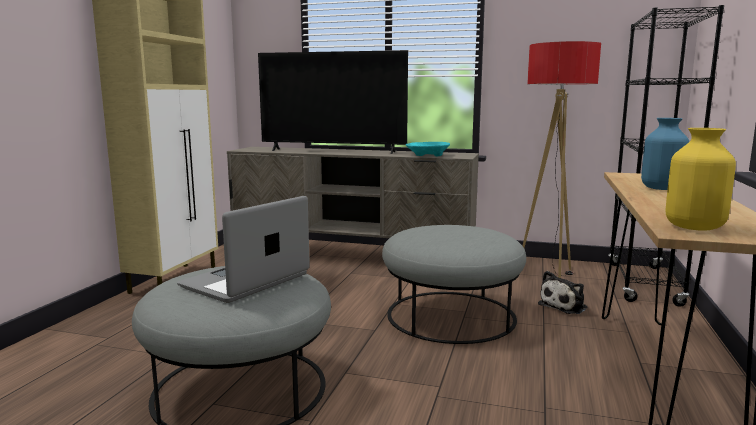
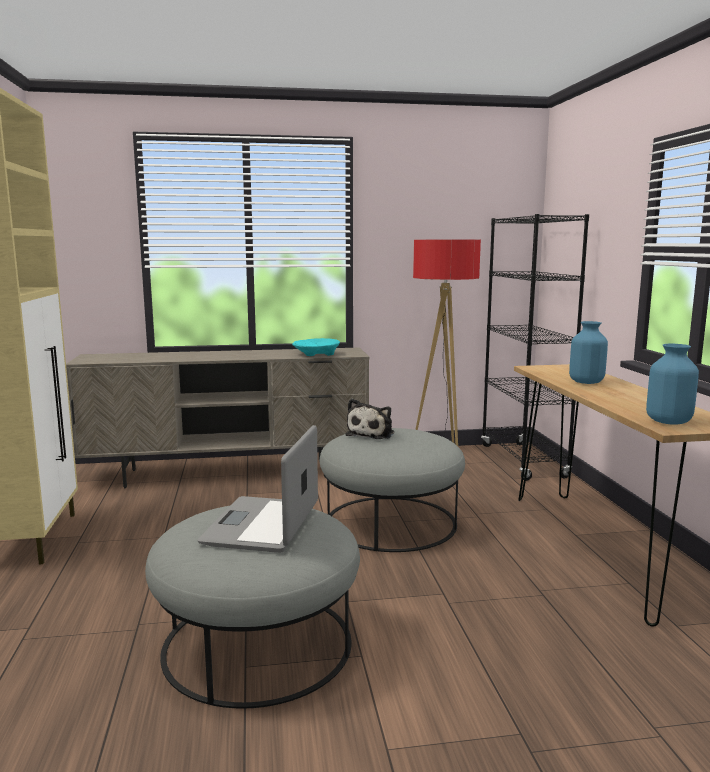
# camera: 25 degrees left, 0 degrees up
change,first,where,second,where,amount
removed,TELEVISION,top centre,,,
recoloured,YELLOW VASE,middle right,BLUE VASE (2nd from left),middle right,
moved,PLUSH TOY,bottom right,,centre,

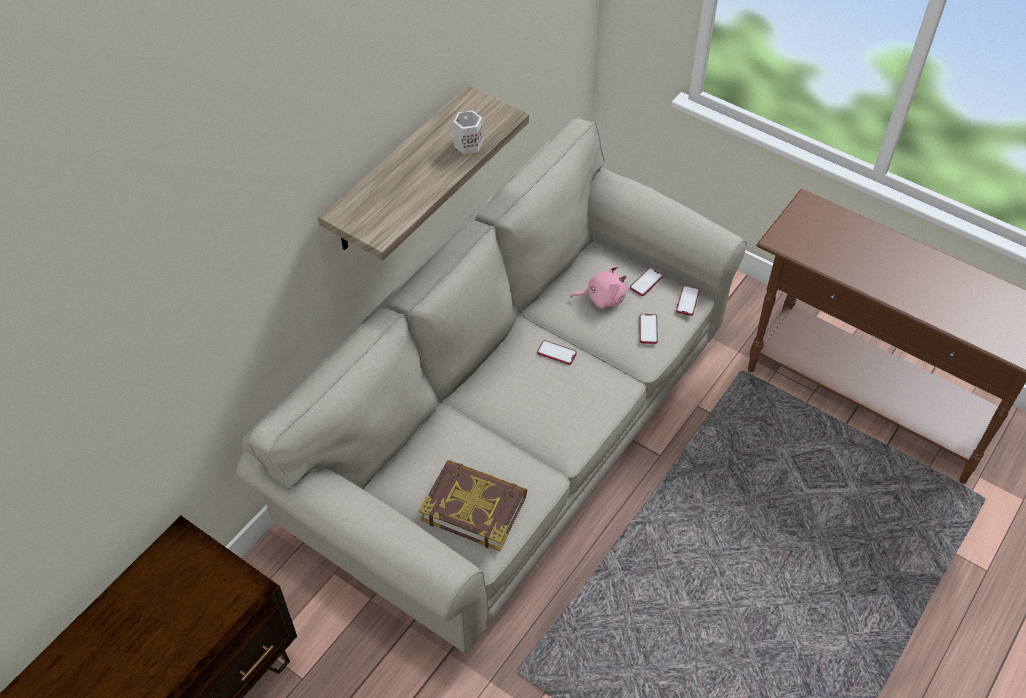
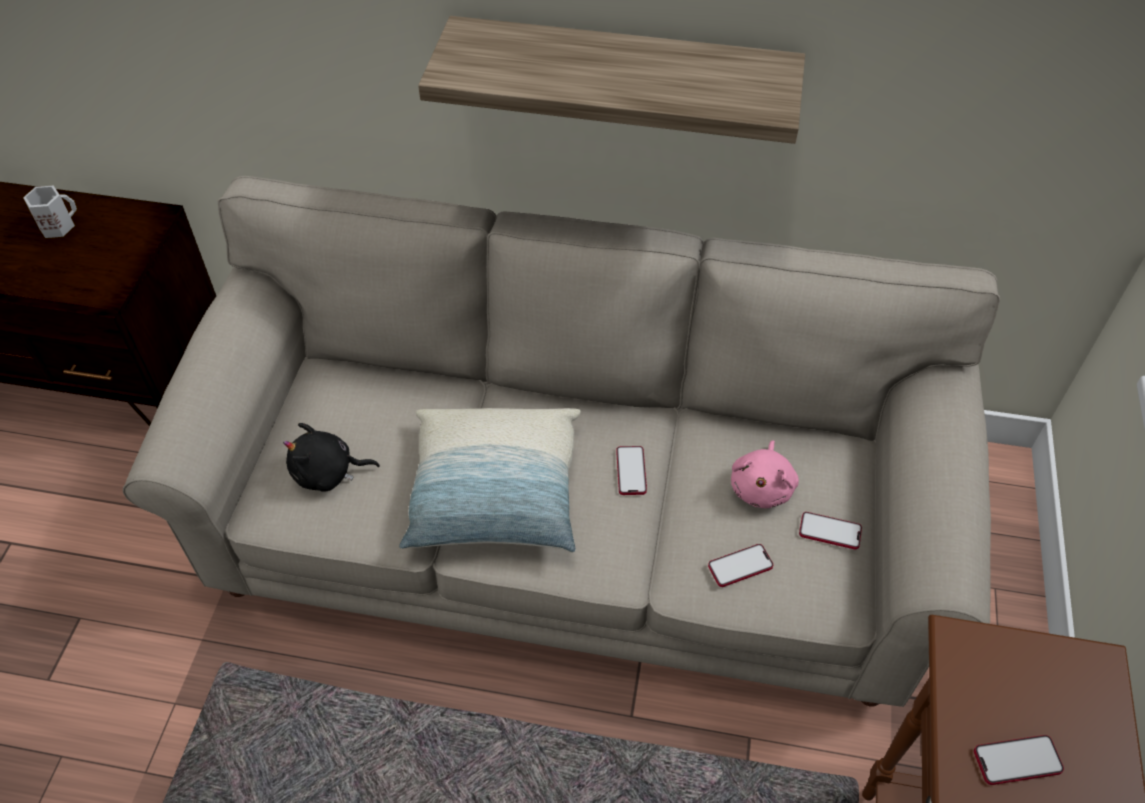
# camera: 65 degrees right, 0 degrees up
change,first,where,second,where,amount
moved,WHITE MUG,top centre,,top left,
turned,PINK PLUSH TOY,centre,,middle right,45 degrees clockwise
moved,PHONE (4th from left),middle right,,bottom right,
replaced,BOOK,bottom centre,BLACK PLUSH TOY,middle left,
added,,,PILLOW,centre,

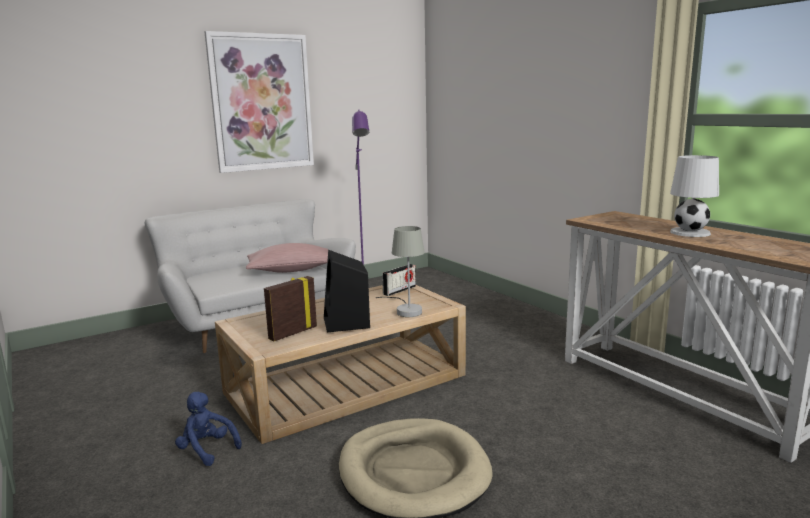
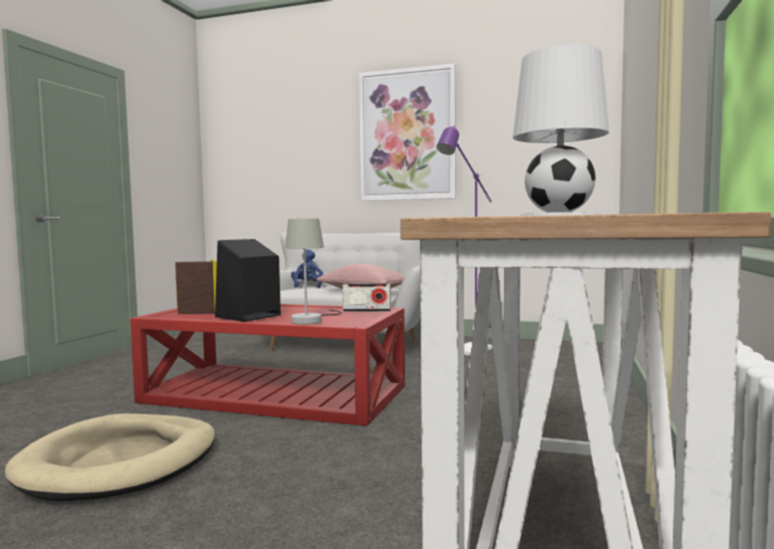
# camera: 50 degrees right, 10 degrees down
change,first,where,second,where,amount
recoloured,BEIGE COFFEE TABLE,bottom centre,RED COFFEE TABLE,centre,
moved,BLUE PLUSH TOY,bottom left,,centre,

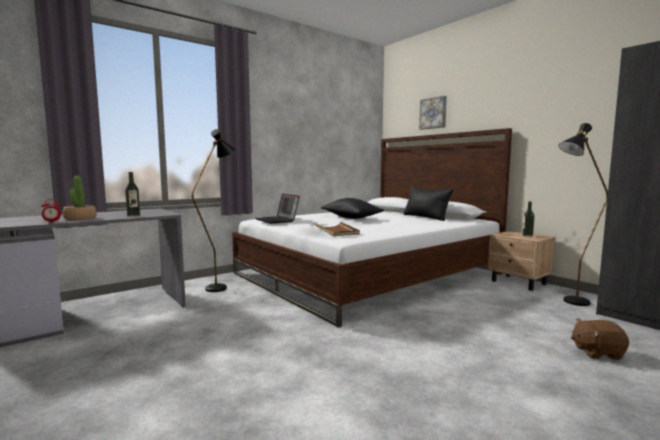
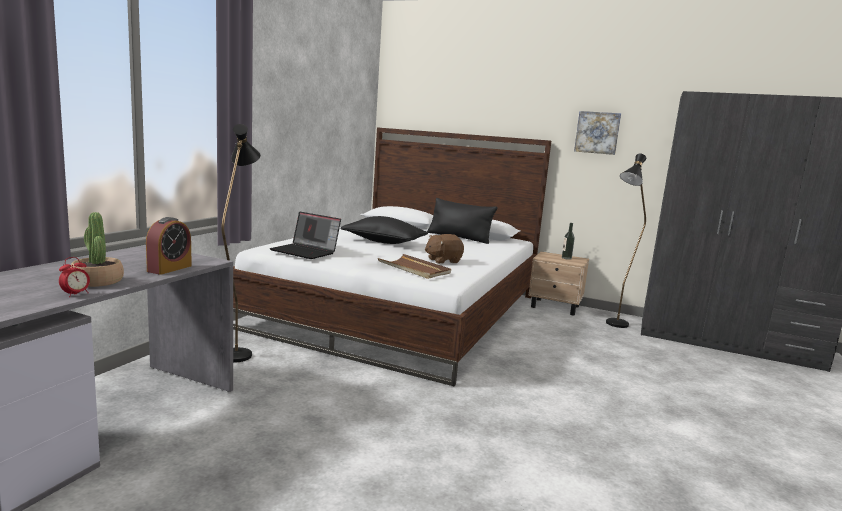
# camera: 30 degrees left, 5 degrees up
change,first,where,second,where,amount
moved,PICTURE,top centre,,top right,
replaced,BOTTLE (1st from left),middle left,ALARM CLOCK (2nd from left),middle left,
moved,BROWN PLUSH TOY,bottom right,,centre,

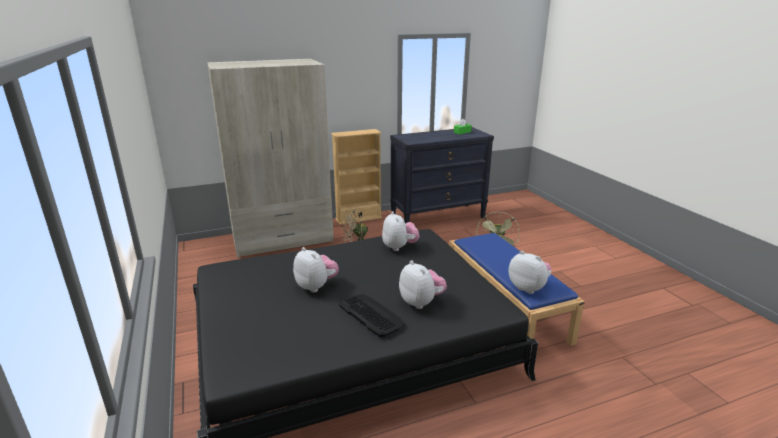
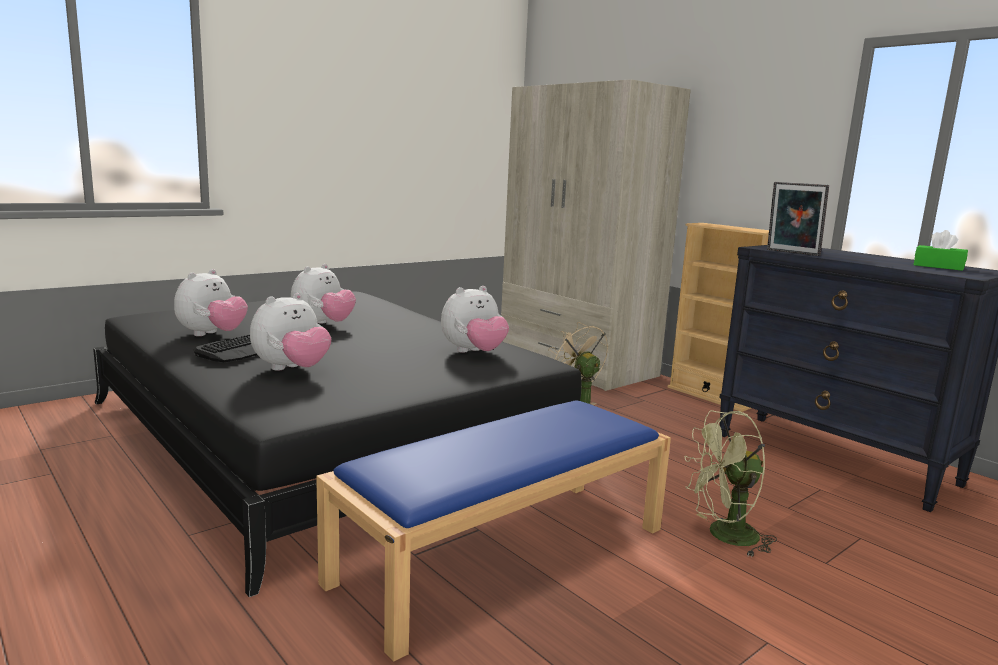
# camera: 70 degrees right, 10 degrees down
change,first,where,second,where,amount
moved,PLUSH TOY (4th from left in the first image),middle right,PLUSH TOY (1st from left),middle left,
added,,,PICTURE FRAME,top right,

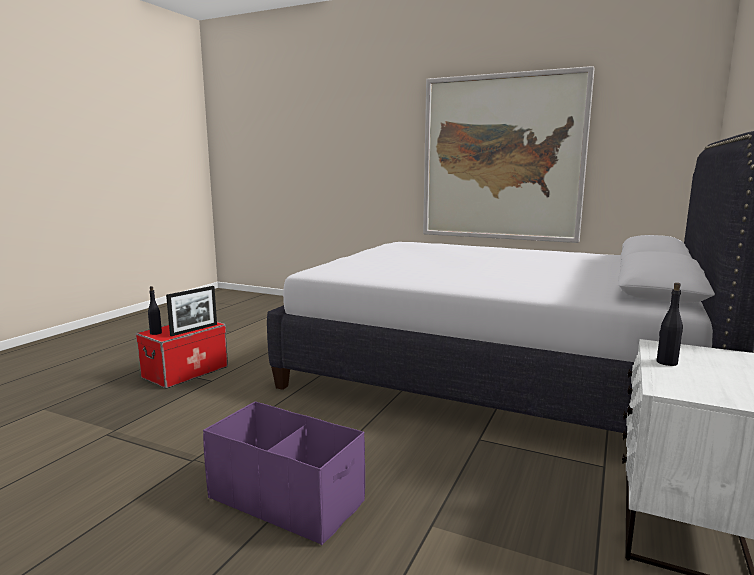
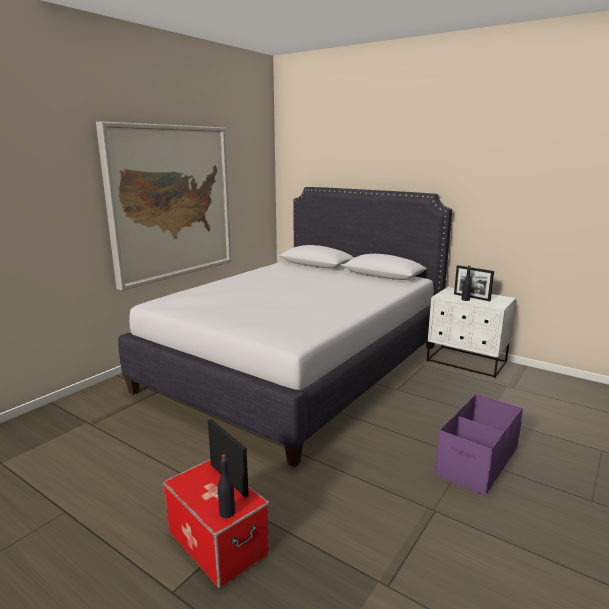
# camera: 80 degrees left, 5 degrees up
change,first,where,second,where,amount
added,,,PICTURE FRAME (2nd from left),middle right,

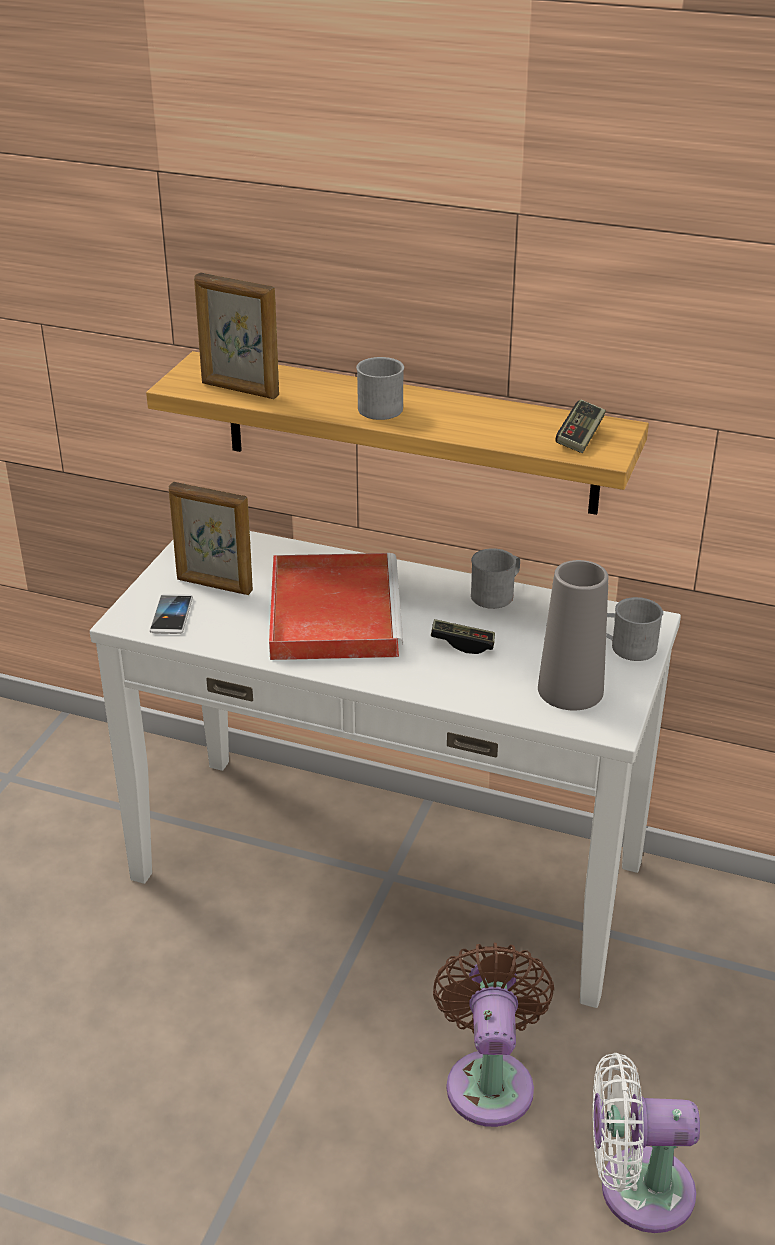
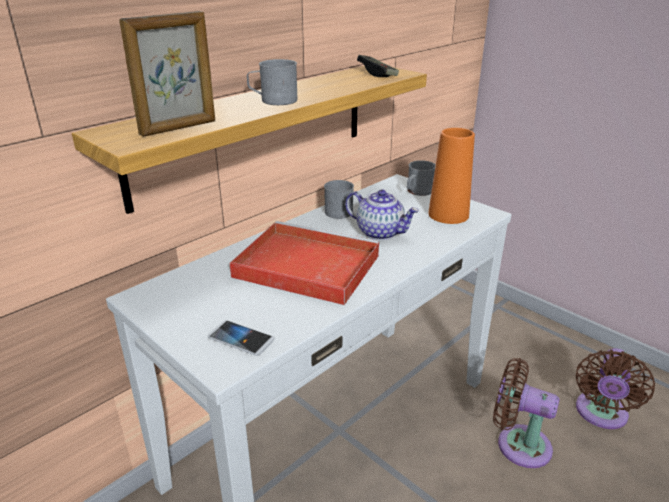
# camera: 65 degrees left, 5 degrees down
change,first,where,second,where,amount
removed,PICTURE FRAME (1st from left),middle left,,,
recoloured,GREY VASE,middle right,ORANGE VASE,middle right,
replaced,GAME CONTROLLER (1st from left),centre,TEAPOT,centre,
recoloured,WHITE FAN,bottom right,BROWN FAN (2nd from left),bottom right,

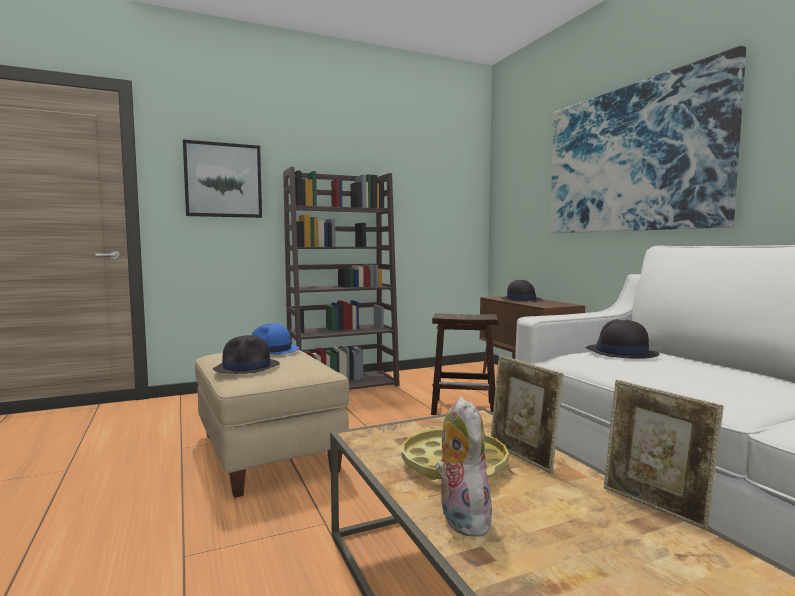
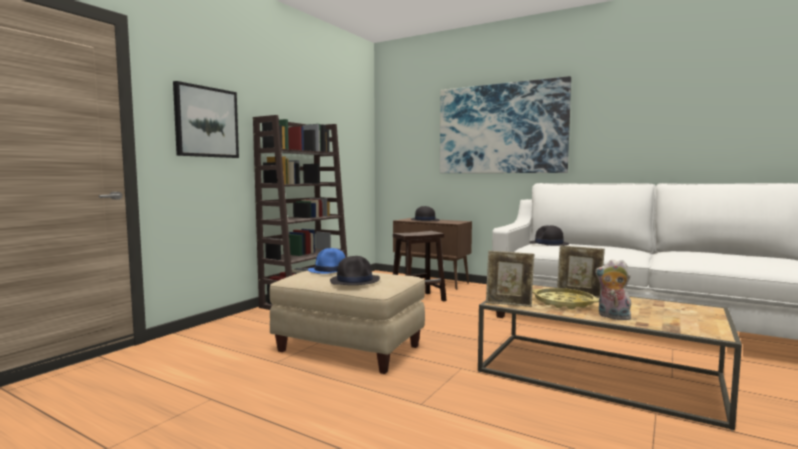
# camera: 35 degrees left, 0 degrees up
change,first,where,second,where,amount
moved,PICTURE FRAME (2nd from left in the first image),bottom right,PICTURE FRAME (1st from left),centre,

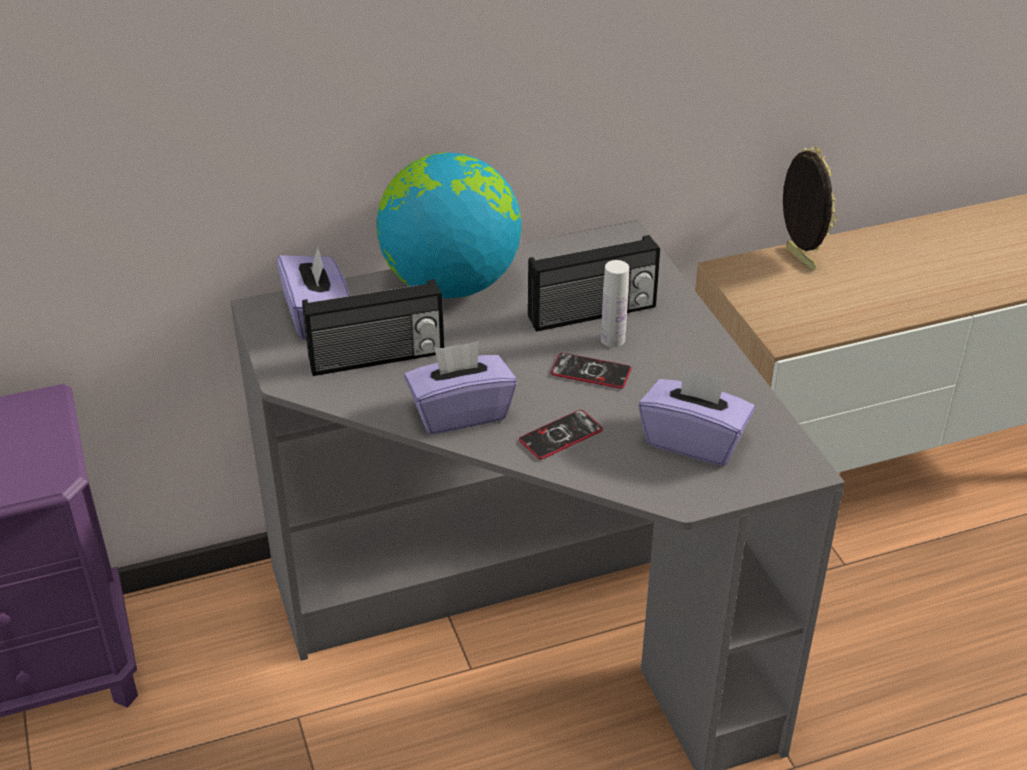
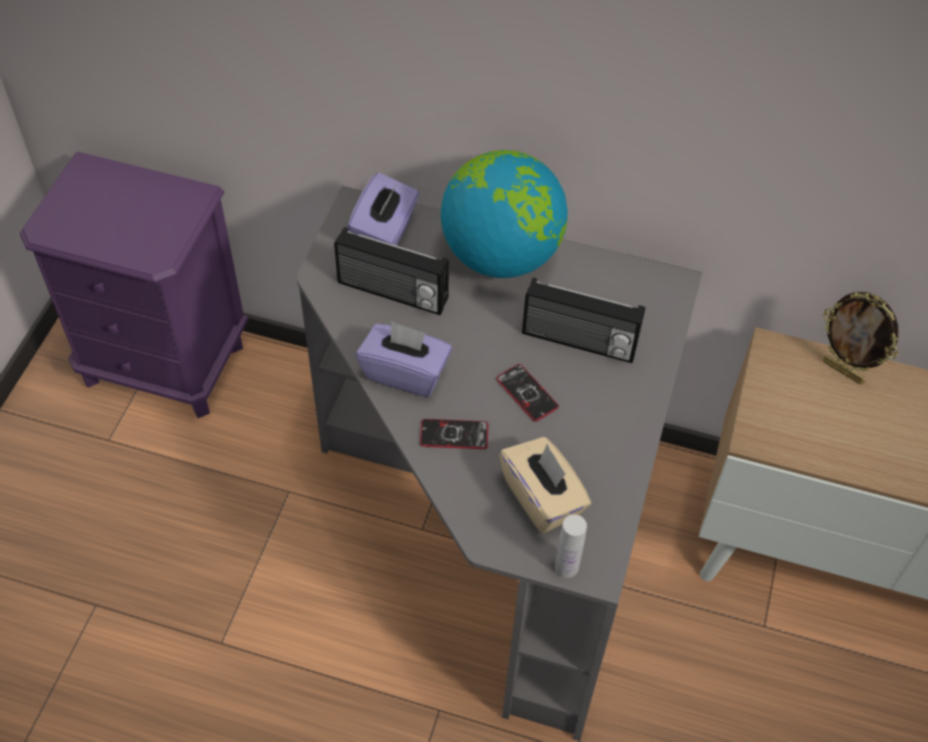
# camera: 35 degrees right, 15 degrees up
change,first,where,second,where,amount
turned,PICTURE FRAME,top right,,middle right,120 degrees clockwise
moved,WHITE BOTTLE,centre,,bottom centre,
recoloured,PURPLE TISSUE BOX (3rd from left),middle right,BEIGE TISSUE BOX,centre,

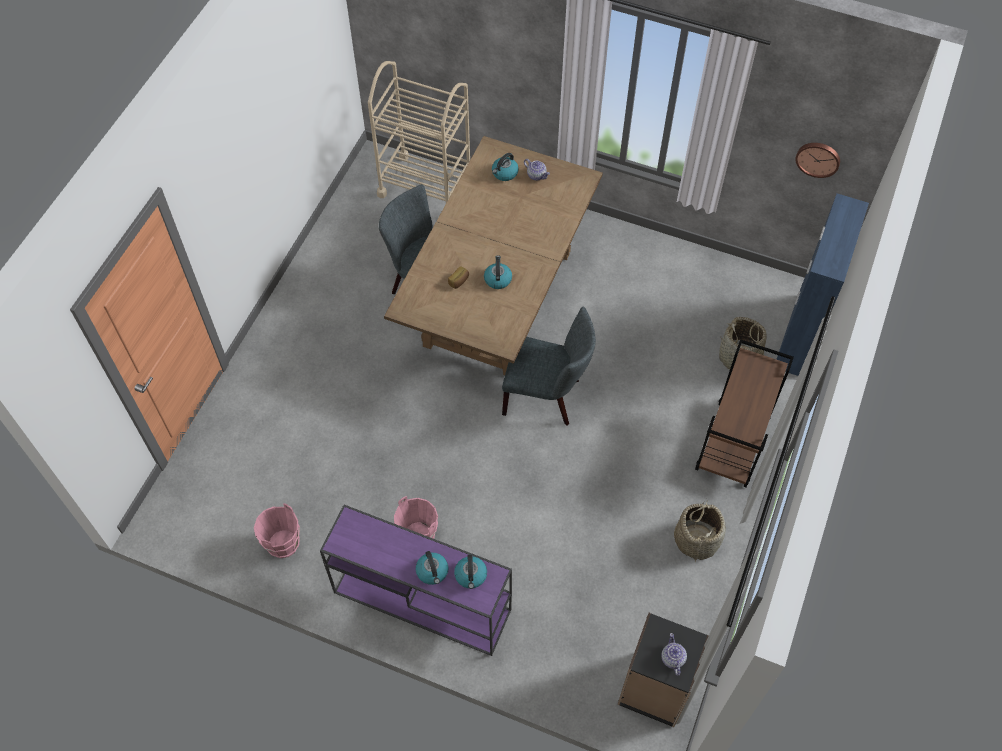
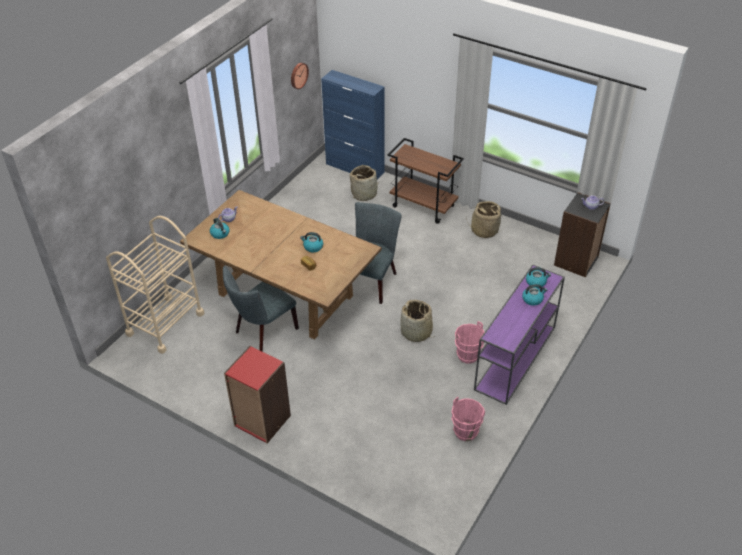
# camera: 80 degrees left, 15 degrees down
change,first,where,second,where,amount
added,,,BASKET (2nd from left),centre,
added,,,RED BOOKCASE,bottom centre,

